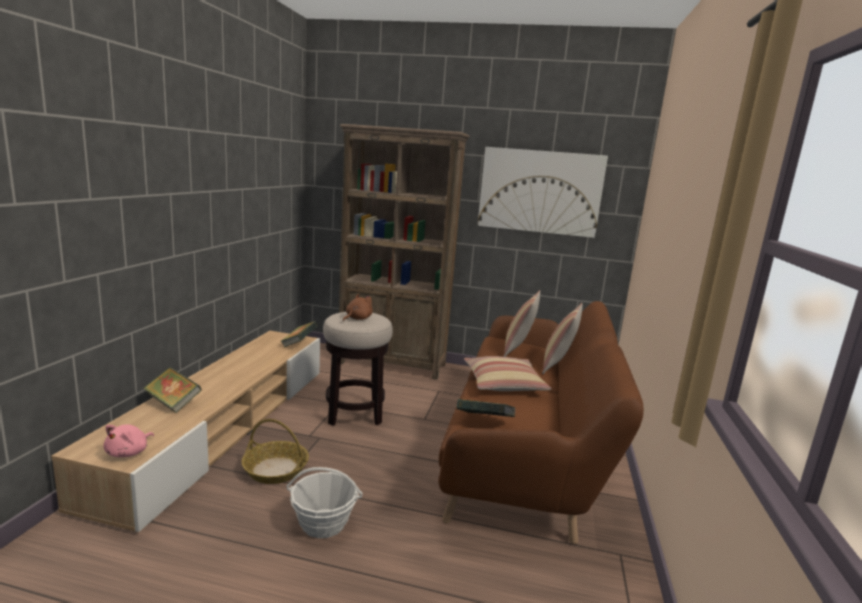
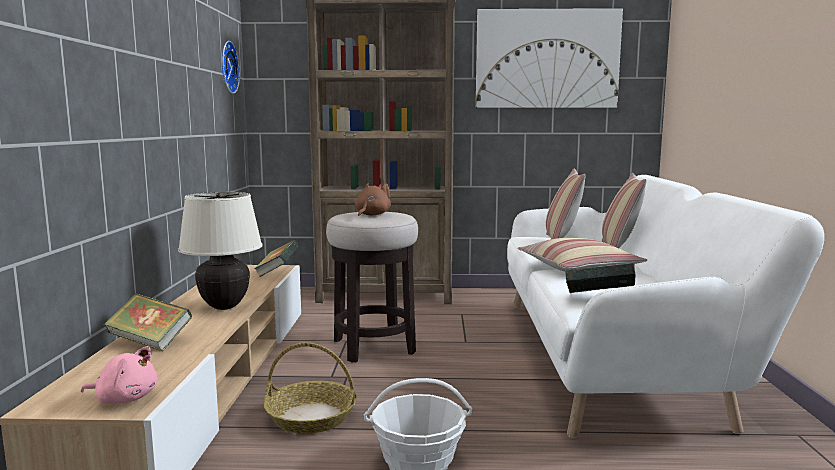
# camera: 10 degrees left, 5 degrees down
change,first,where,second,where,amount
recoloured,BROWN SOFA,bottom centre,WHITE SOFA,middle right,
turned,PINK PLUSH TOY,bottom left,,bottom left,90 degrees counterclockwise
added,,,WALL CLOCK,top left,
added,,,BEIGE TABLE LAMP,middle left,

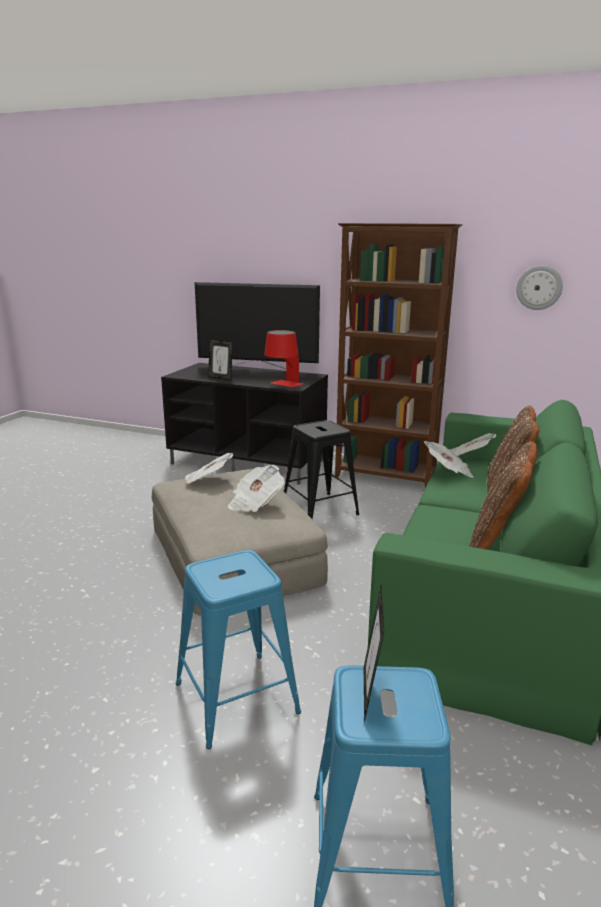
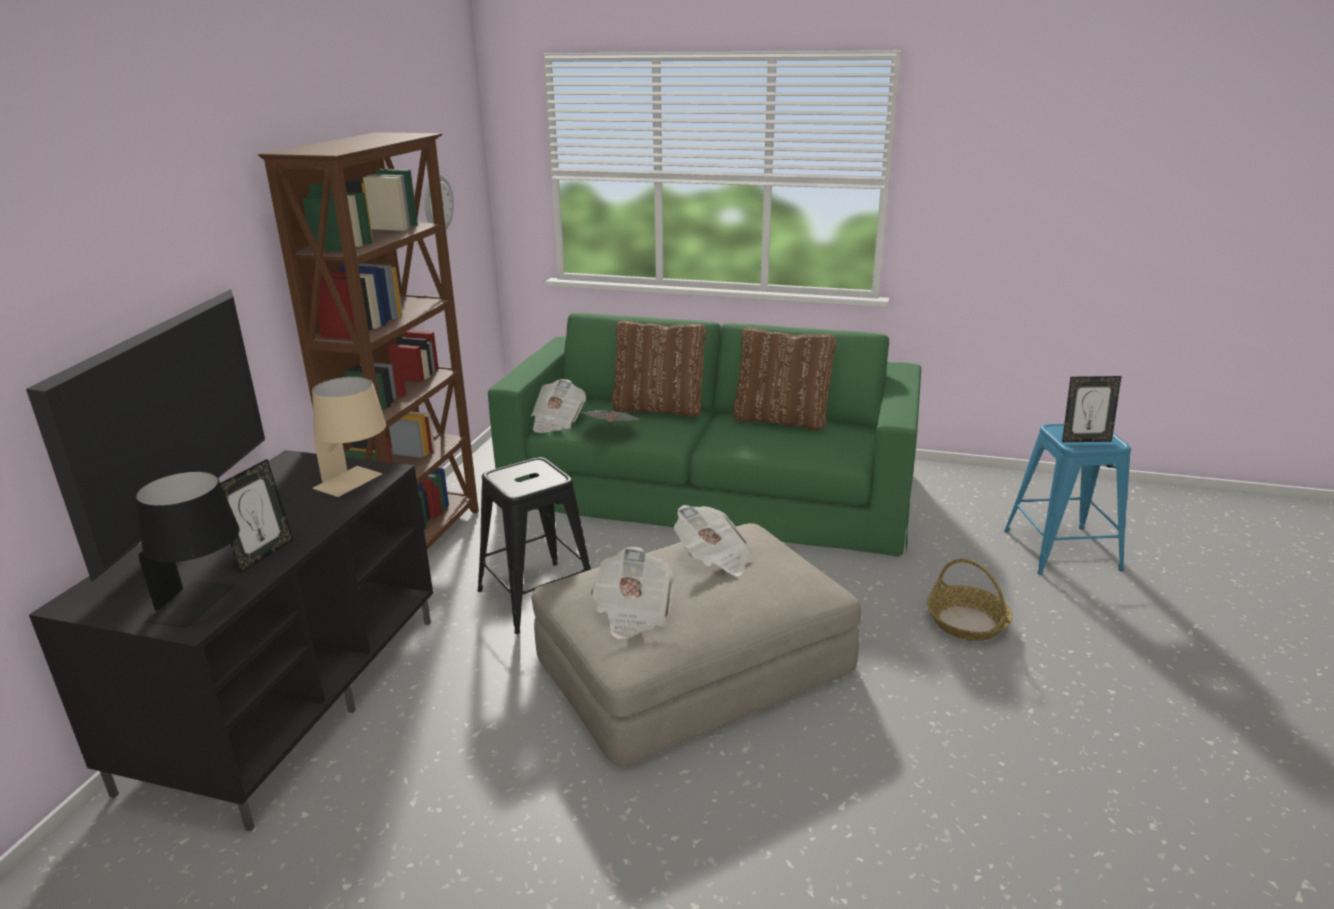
# camera: 95 degrees left, 5 degrees up
change,first,where,second,where,amount
recoloured,RED TABLE LAMP,centre,BEIGE TABLE LAMP,middle left,
replaced,BLUE STOOL (1st from left),bottom centre,BASKET,middle right,
added,,,BLACK TABLE LAMP,middle left,

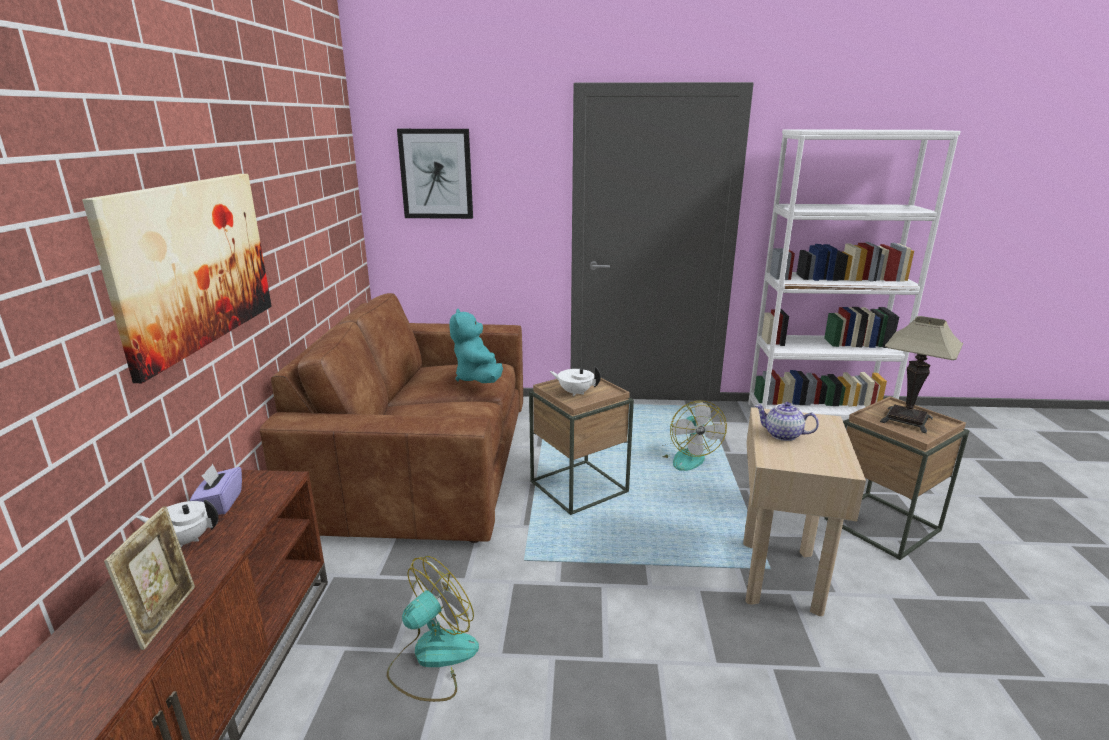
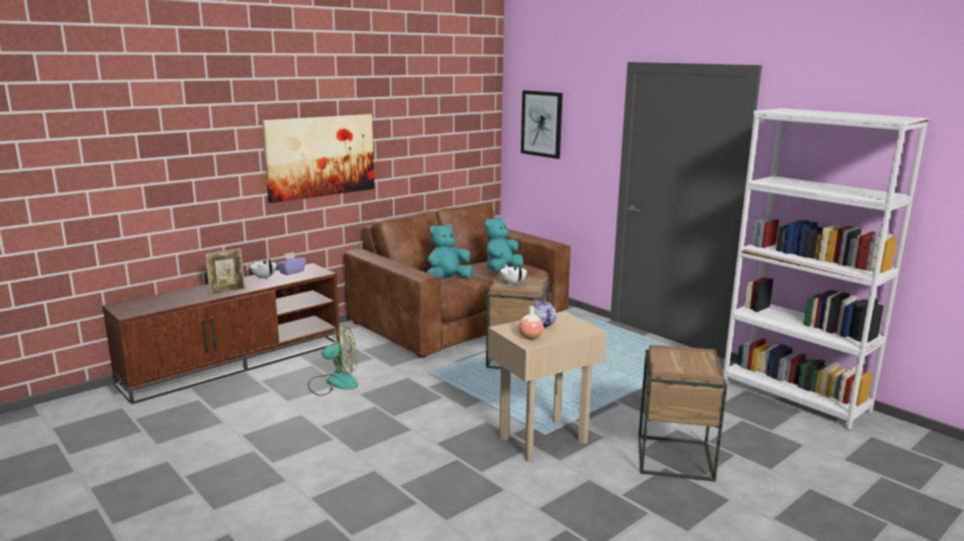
# camera: 45 degrees right, 5 degrees down
change,first,where,second,where,amount
removed,TABLE LAMP,middle right,,,
removed,FAN (2nd from left),centre,,,
added,,,TURQUOISE PLUSH TOY (1st from left),centre,
added,,,VASE,centre,

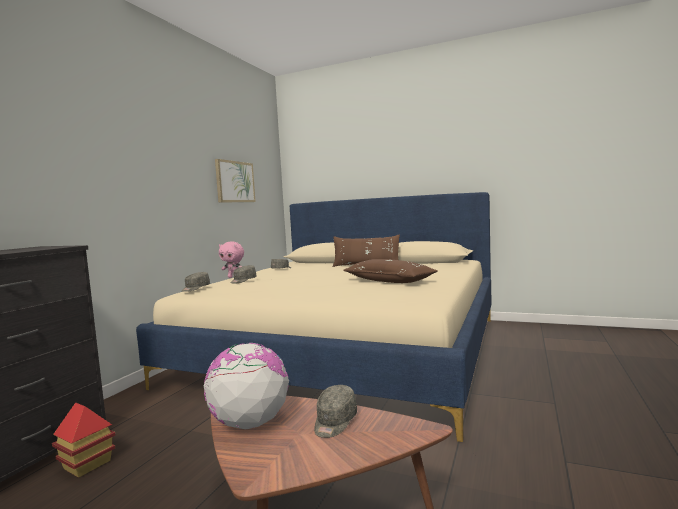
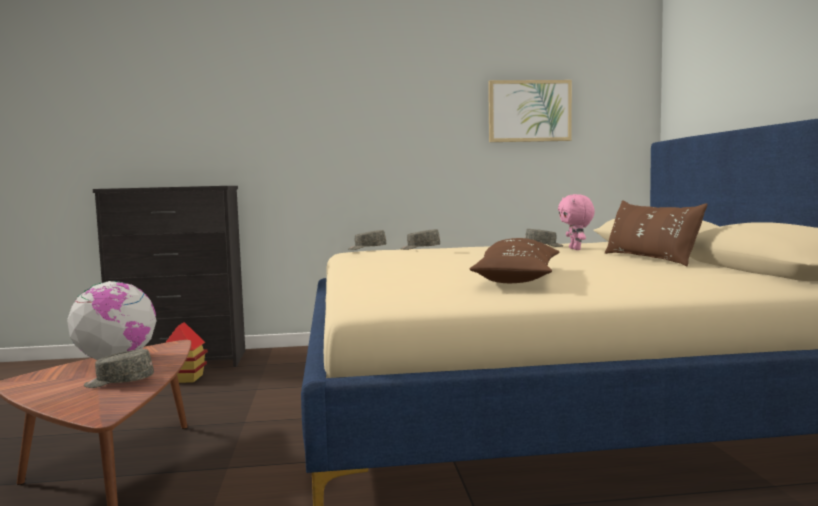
# camera: 60 degrees right, 0 degrees up
change,first,where,second,where,amount
moved,PINK PLUSH TOY,centre,,middle right,

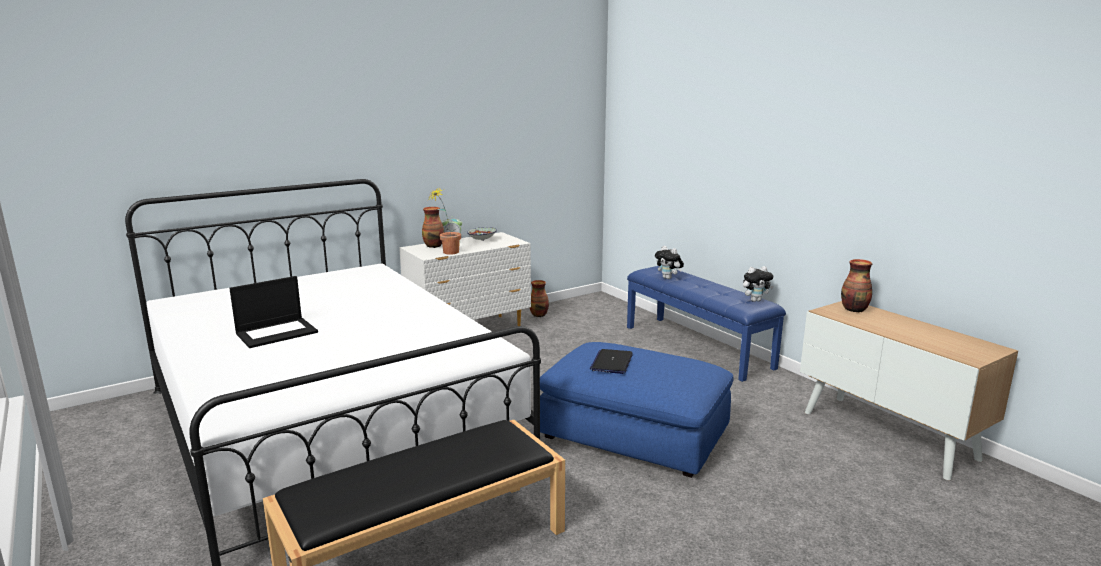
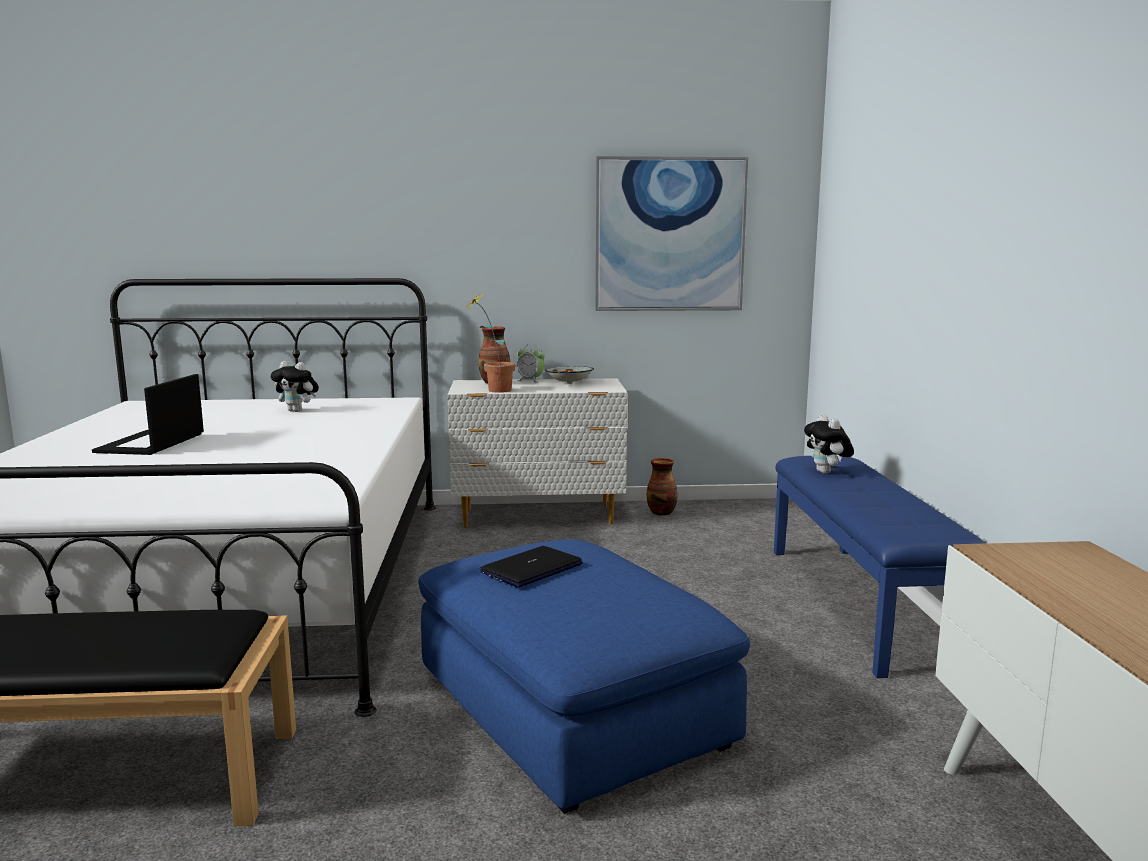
# camera: 30 degrees right, 5 degrees down
change,first,where,second,where,amount
removed,VASE (3rd from left),middle right,,,
moved,PLUSH TOY (2nd from left in the first image),middle right,PLUSH TOY (1st from left),middle left,
turned,LAPTOP (1st from left),middle left,,middle left,105 degrees clockwise
added,,,PICTURE,top centre,

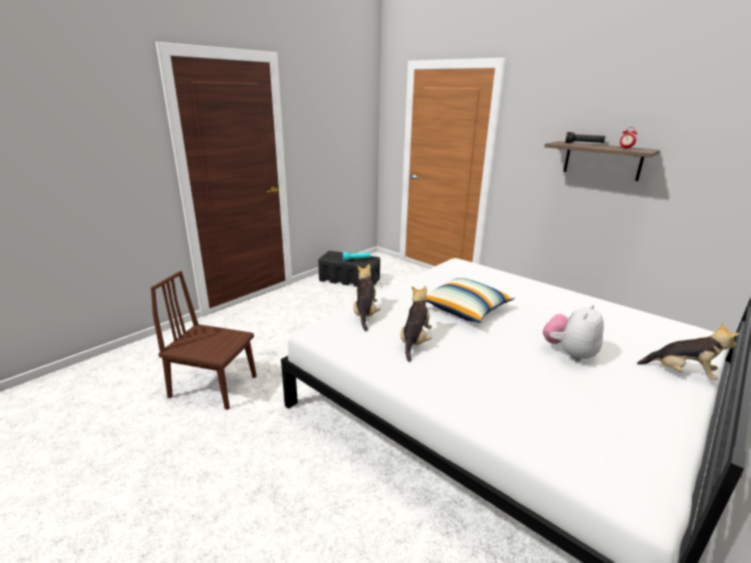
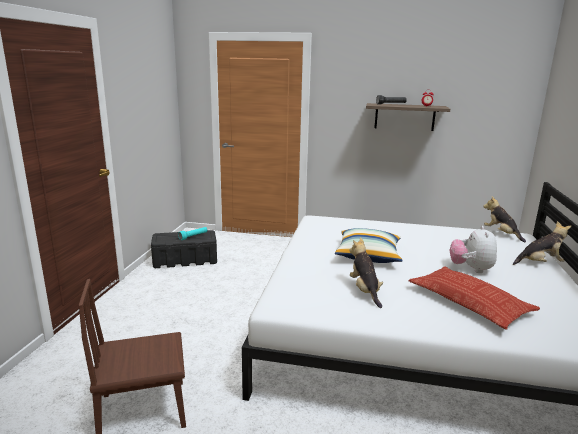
# camera: 30 degrees left, 5 degrees down
change,first,where,second,where,amount
moved,PLUSH TOY (1st from left in the first image),centre,PLUSH TOY (3rd from left),middle right,
added,,,PILLOW (2nd from left),bottom right,

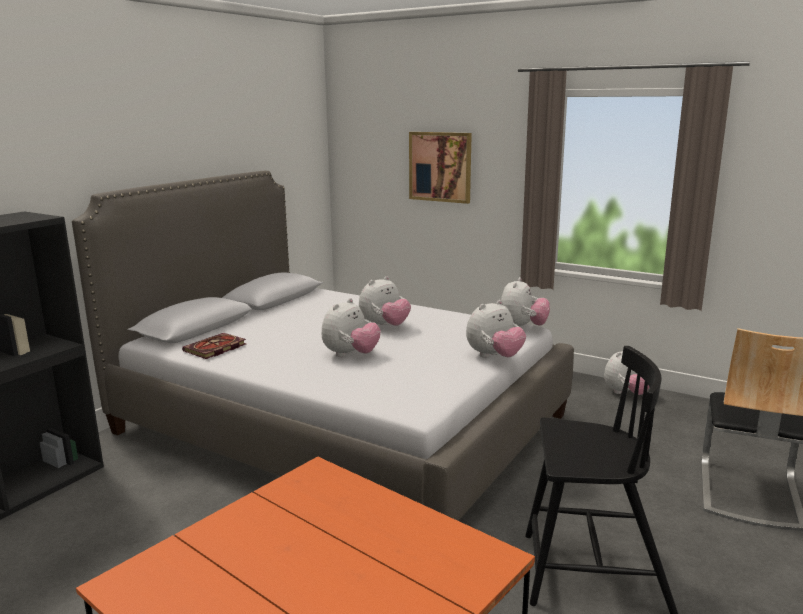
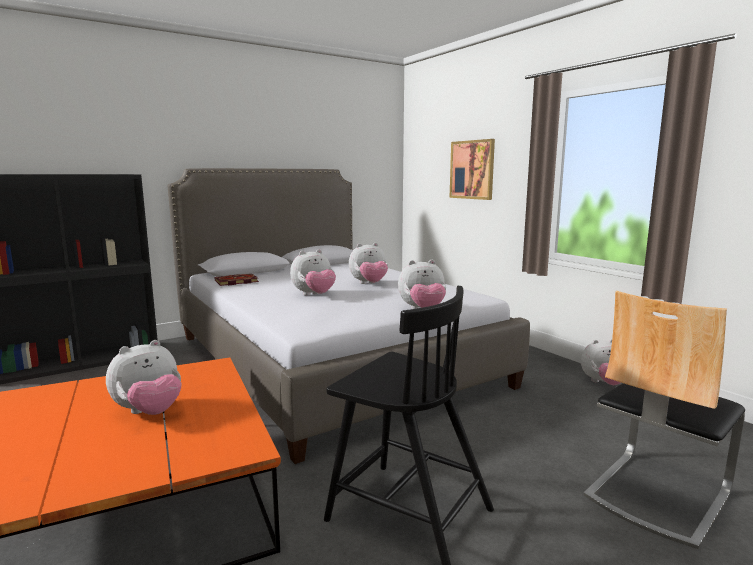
# camera: 25 degrees right, 5 degrees down
change,first,where,second,where,amount
moved,PLUSH TOY (4th from left in the first image),centre,PLUSH TOY (1st from left),bottom left,

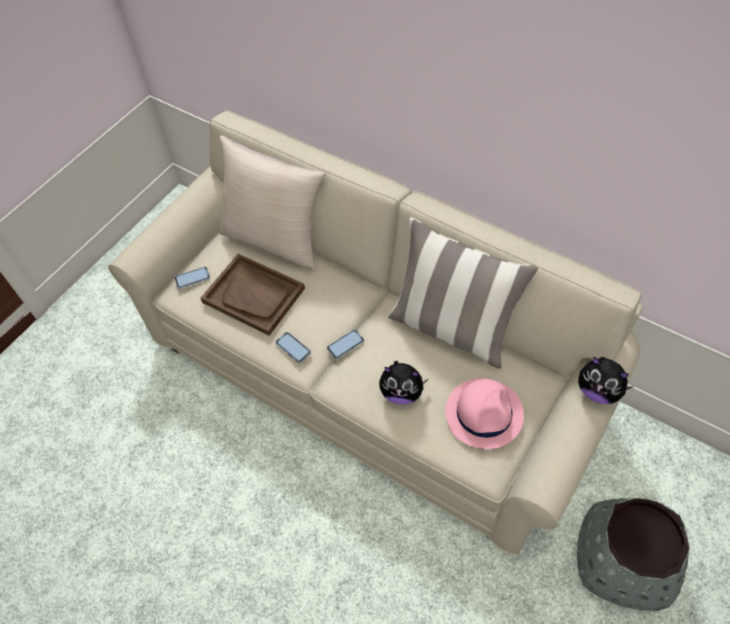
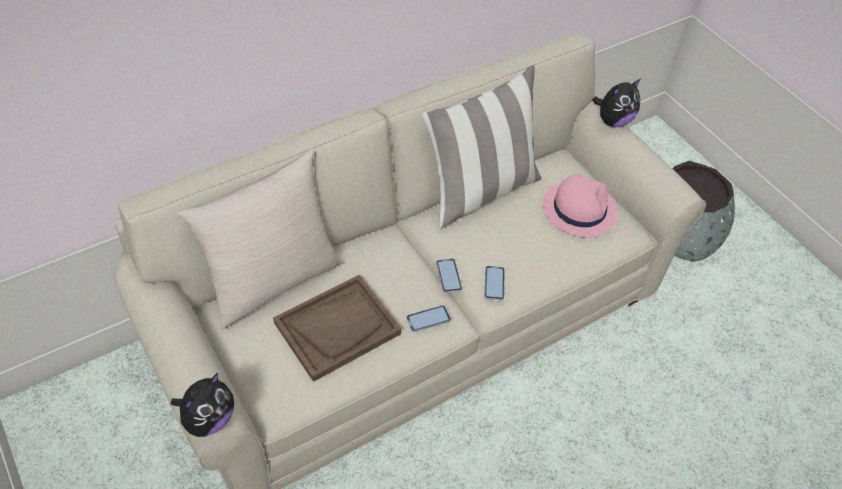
# camera: 70 degrees left, 5 degrees down
change,first,where,second,where,amount
moved,PHONE (1st from left in the first image),middle left,PHONE (3rd from left),centre,
moved,PLUSH TOY (1st from left),centre,,bottom left,

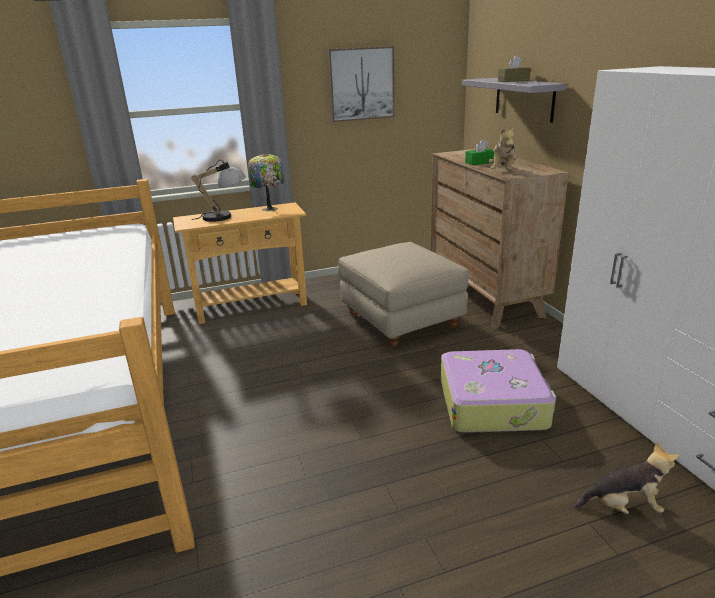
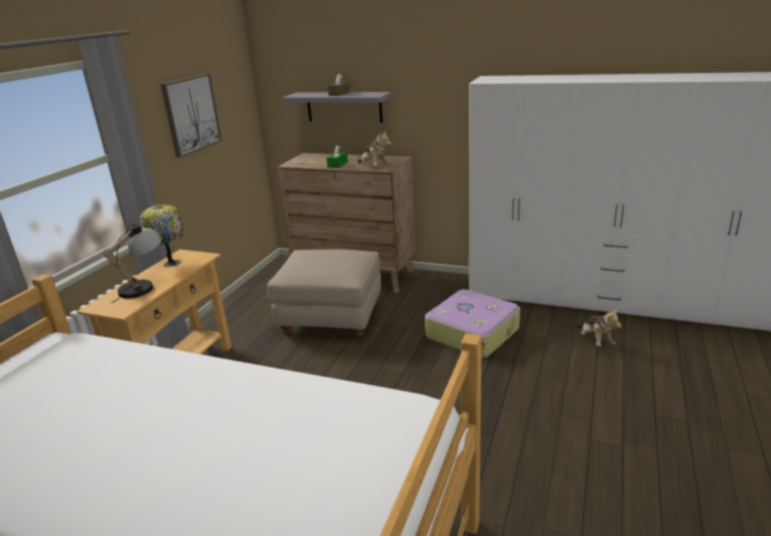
# camera: 50 degrees left, 0 degrees up
change,first,where,second,where,amount
turned,PLUSH TOY (2nd from left),bottom right,,middle right,120 degrees clockwise

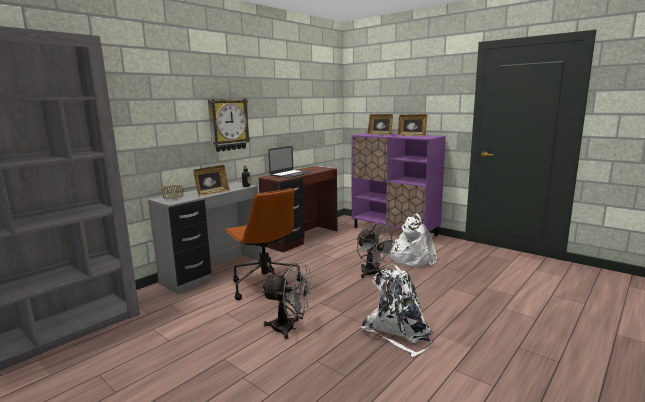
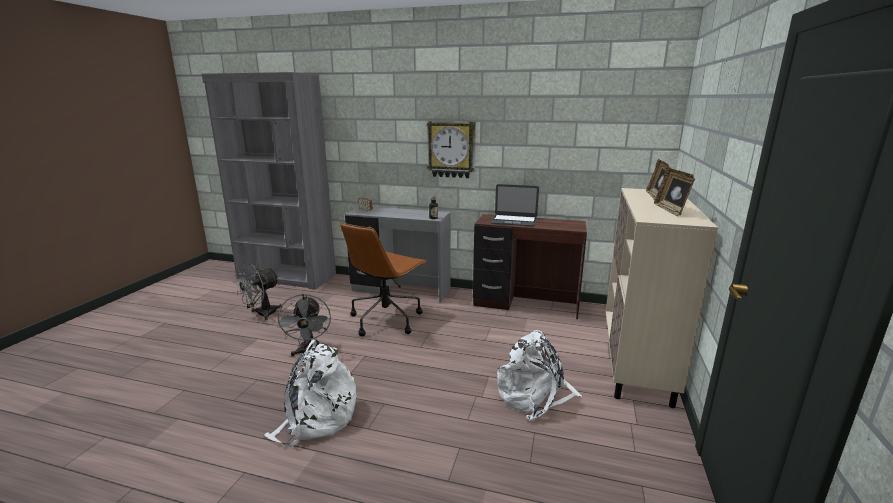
# camera: 65 degrees right, 5 degrees up
change,first,where,second,where,amount
recoloured,PURPLE CABINET,centre,BEIGE CABINET,middle right,
removed,PICTURE FRAME (1st from left),middle left,,,
moved,GREY FAN (2nd from left in the first image),centre,GREY FAN (1st from left),middle left,

